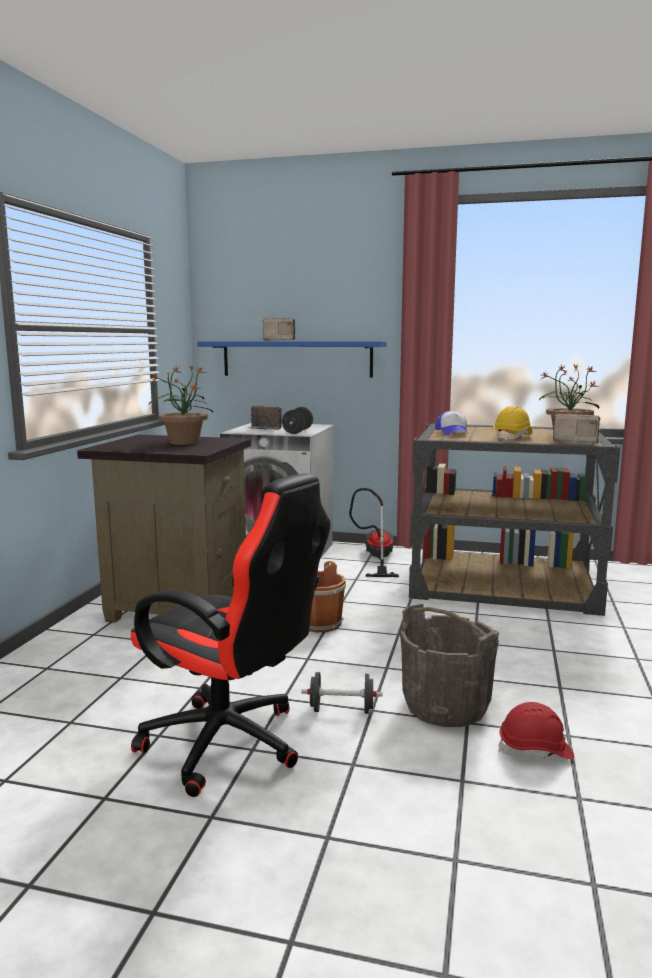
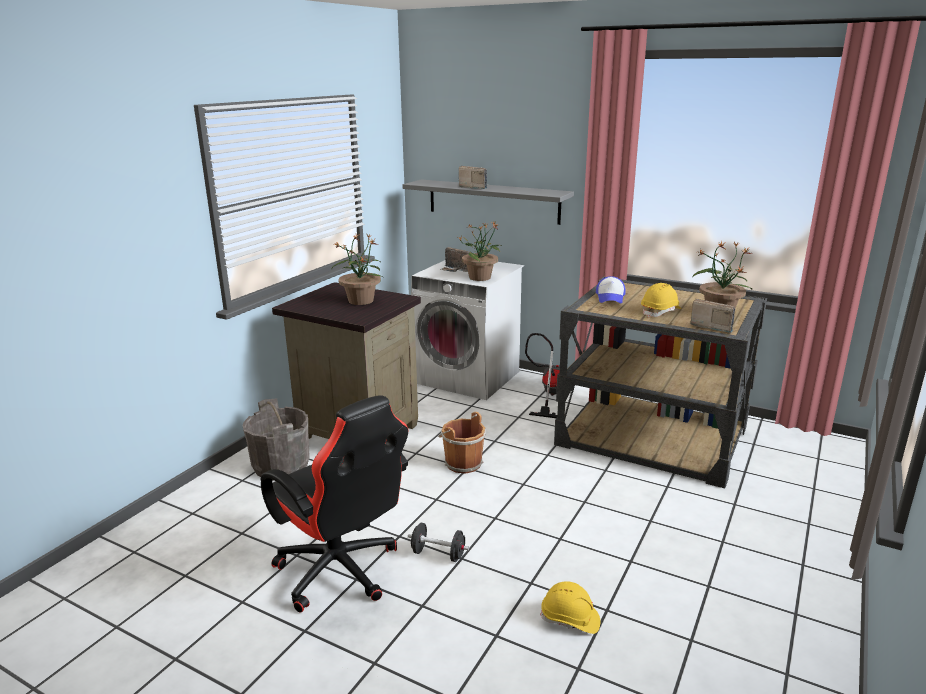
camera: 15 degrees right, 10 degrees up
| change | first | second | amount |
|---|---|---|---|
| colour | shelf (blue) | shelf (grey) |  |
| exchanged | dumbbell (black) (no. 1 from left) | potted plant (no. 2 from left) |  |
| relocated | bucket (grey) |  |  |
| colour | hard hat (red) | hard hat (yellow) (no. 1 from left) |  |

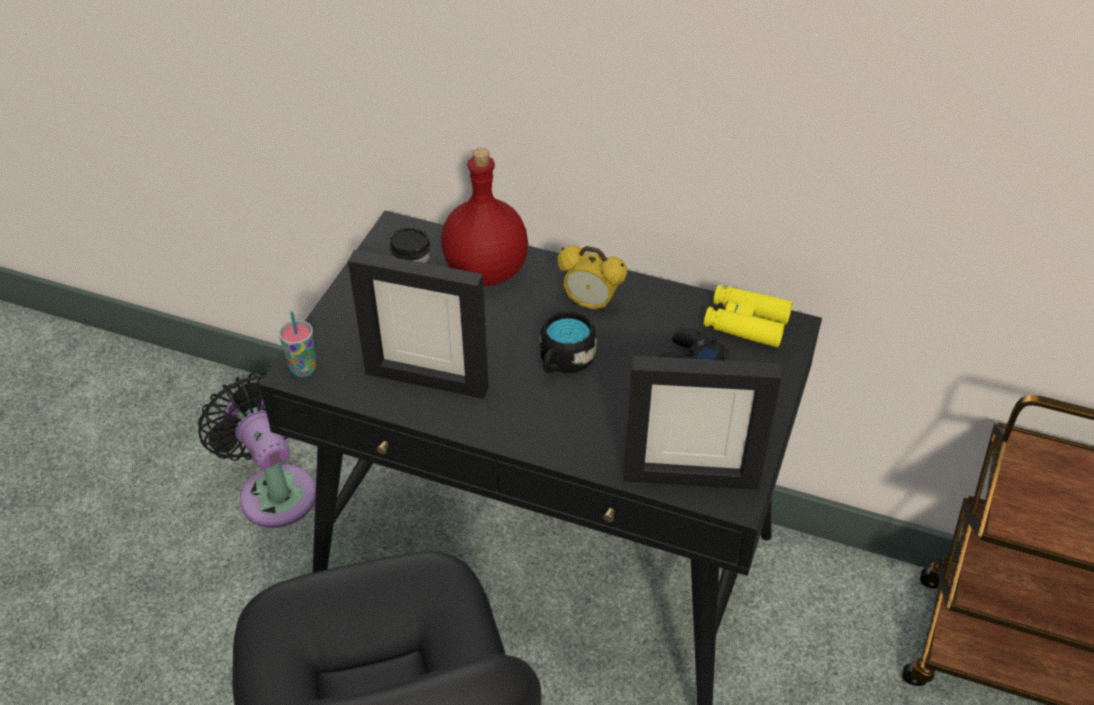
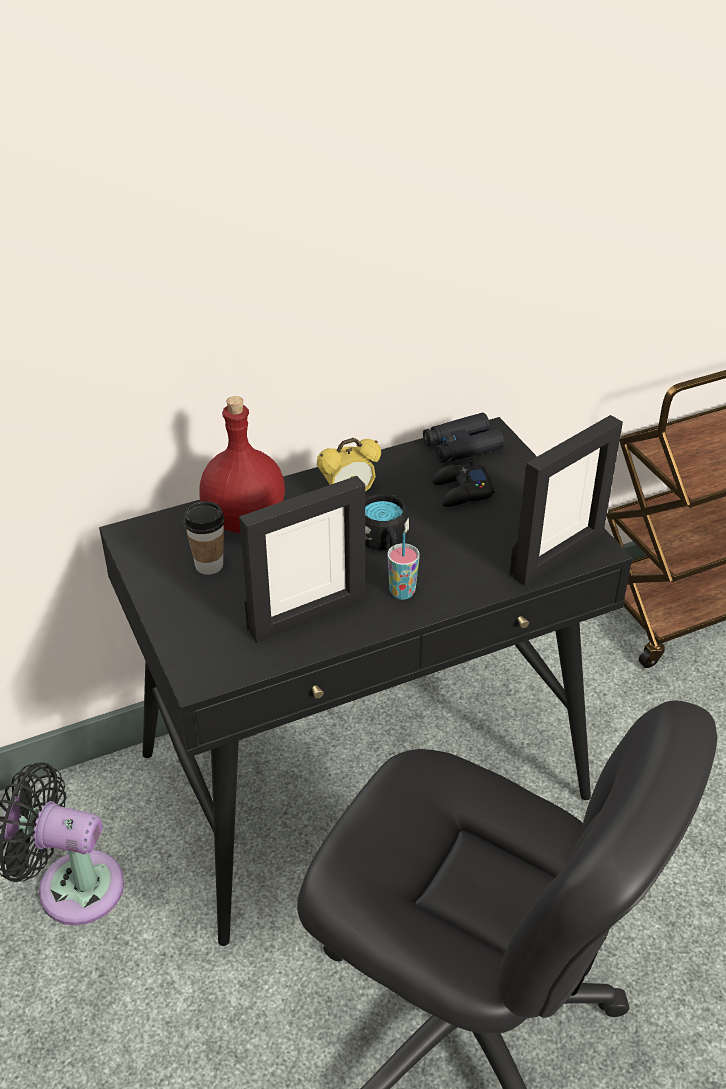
camera: 45 degrees left, 5 degrees down
| change | first | second | amount |
|---|---|---|---|
| relocated | cup (no. 1 from left in the first image) | cup (no. 2 from left) |  |
| colour | binoculars (yellow) | binoculars (black) |  |

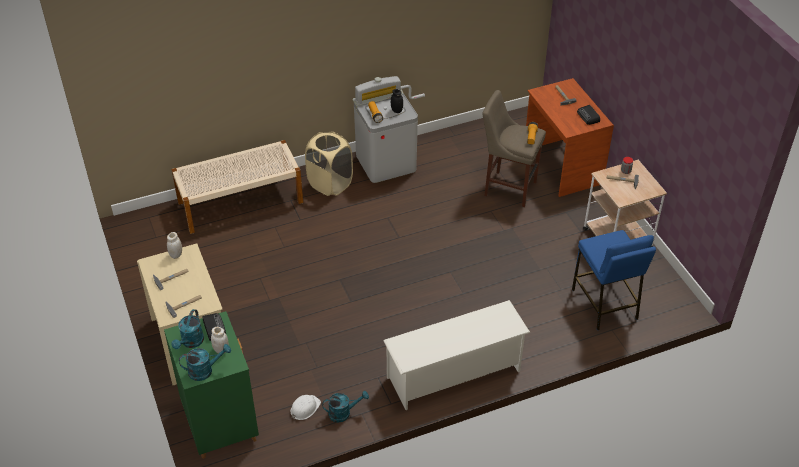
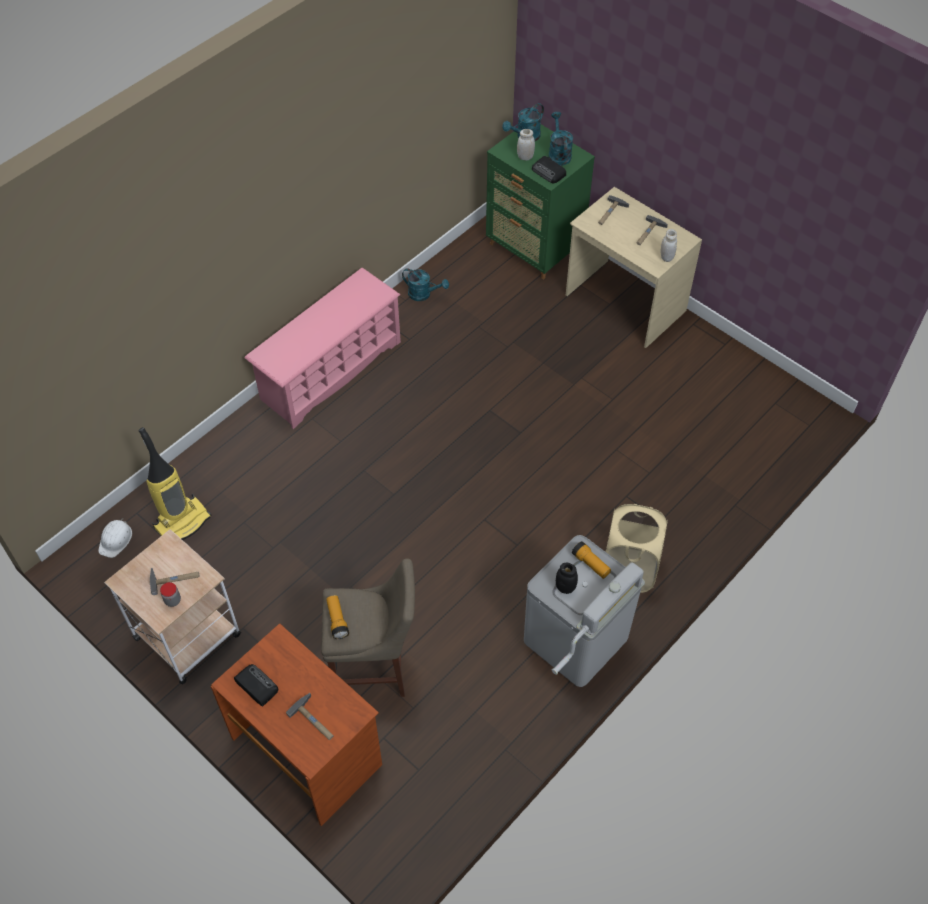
camera: 155 degrees right, 10 degrees up
| change | first | second | amount |
|---|---|---|---|
| missing | bench (beige) |  |  |
| relocated | hard hat (white) |  |  |
| spun | watering can (turquoise) (no. 3 from left in the first image) | watering can (turquoise) (no. 1 from left) | 120 degrees counterclockwise |
| colour | shoe rack (white) | shoe rack (pink) |  |
| exchanged | stool (blue) | vacuum cleaner |  |

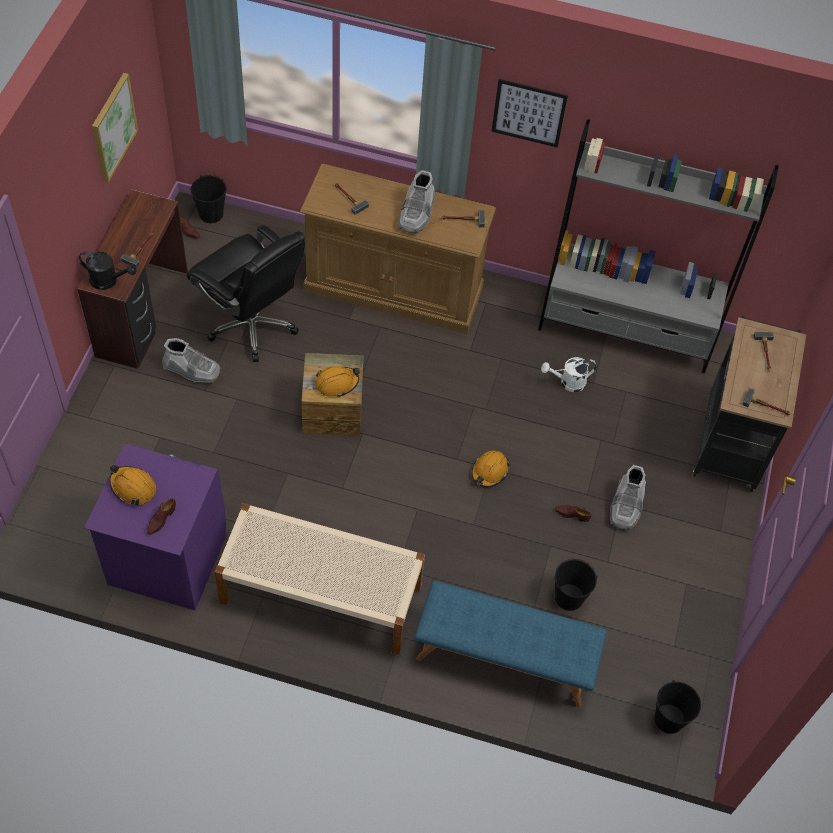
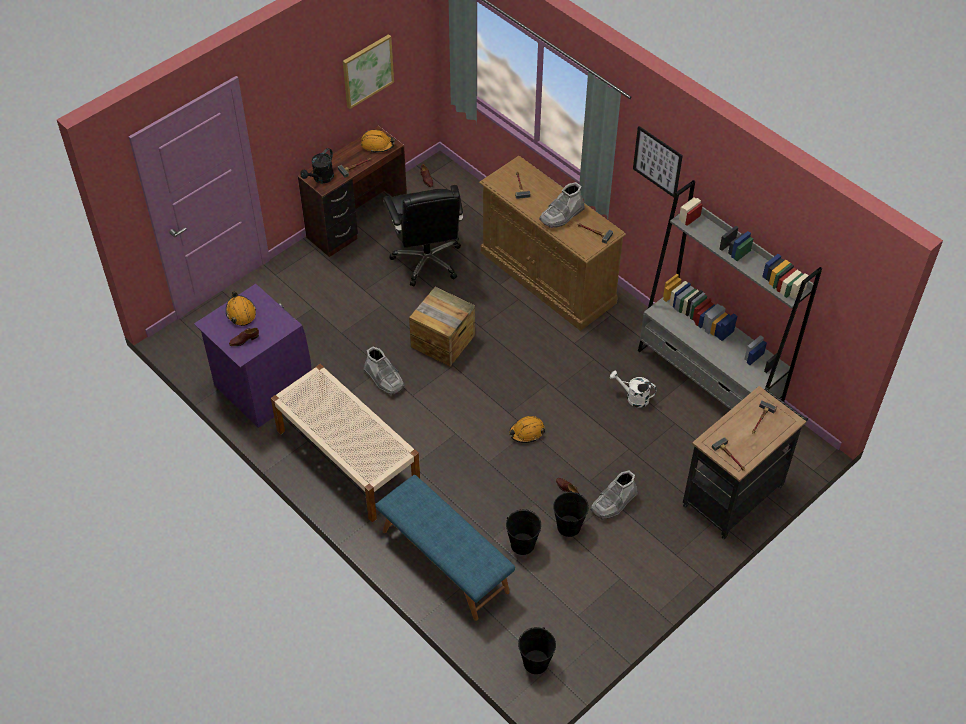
camera: 35 degrees right, 5 degrees down
| change | first | second | amount |
|---|---|---|---|
| spun | watering can (black) |  | 75 degrees clockwise |
| relocated | boot (grey) (no. 1 from left) |  |  |
| relocated | bucket (black) (no. 1 from left in the first image) | bucket (black) (no. 3 from left) |  |
| relocated | hard hat (orange) (no. 2 from left) |  |  |

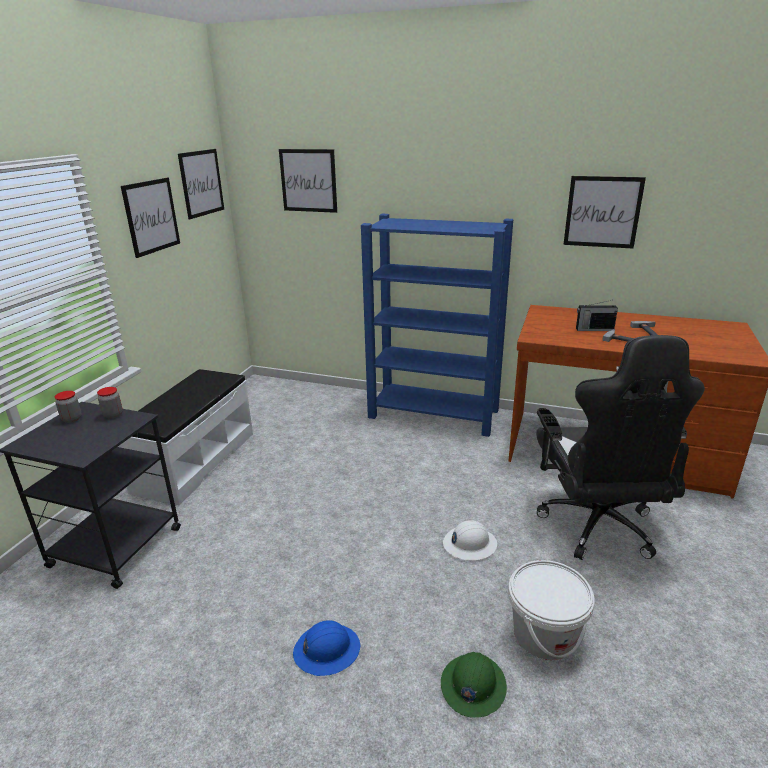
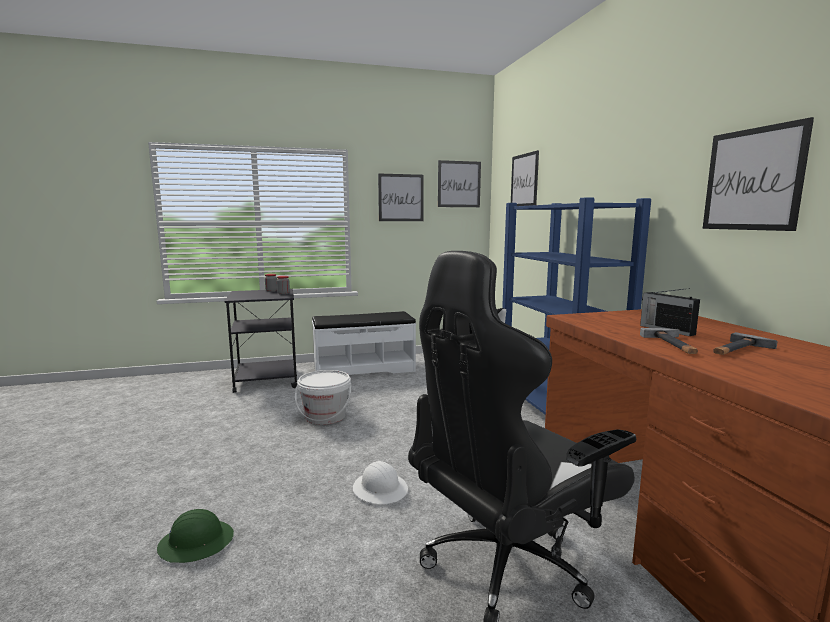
camera: 55 degrees right, 15 degrees down
| change | first | second | amount |
|---|---|---|---|
| missing | hard hat (blue) |  |  |
| relocated | bucket (white) |  |  |

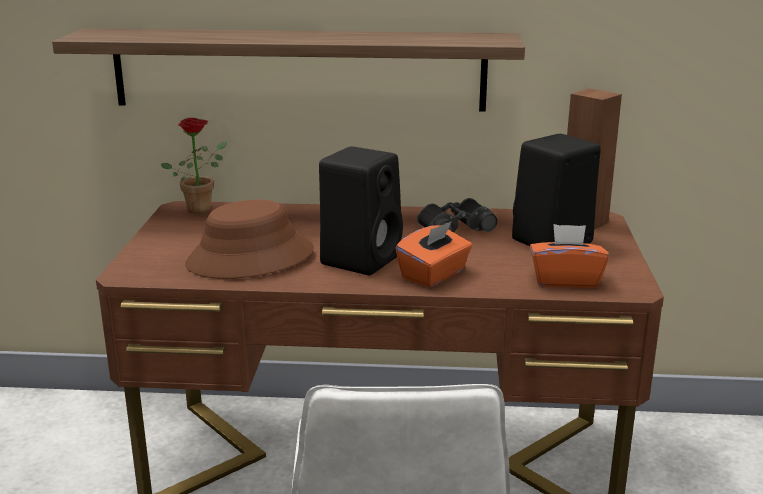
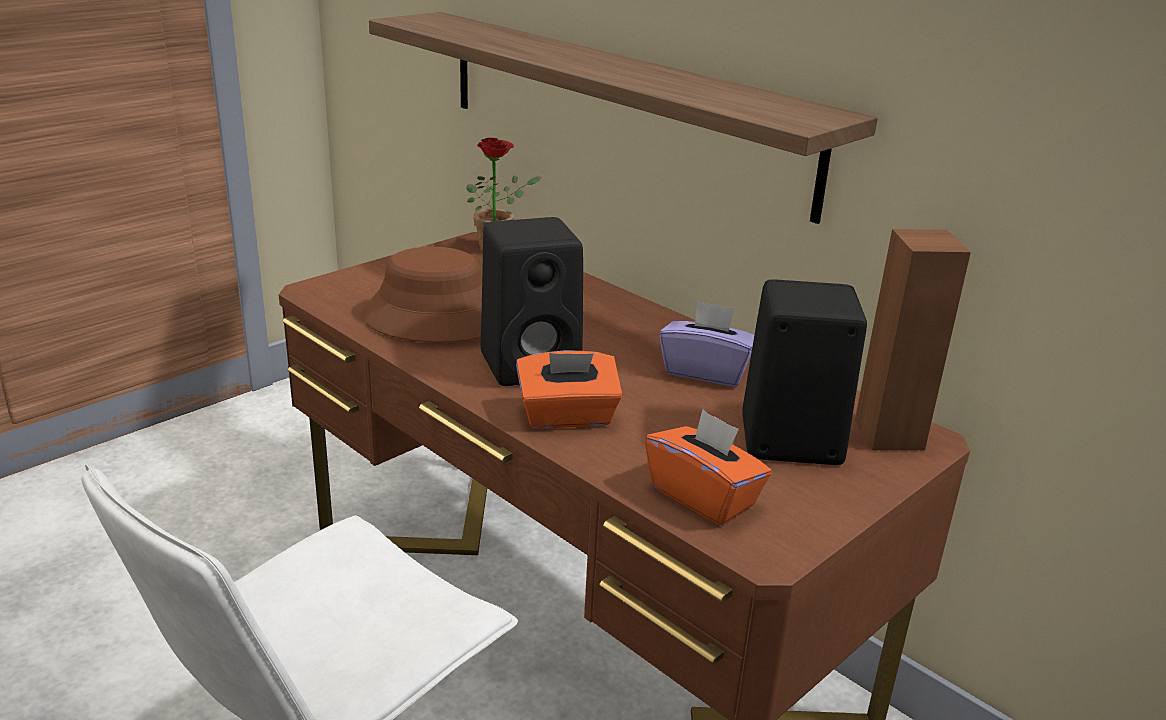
camera: 40 degrees right, 5 degrees up
| change | first | second | amount |
|---|---|---|---|
| exchanged | binoculars (black) | tissue box (purple) |  |

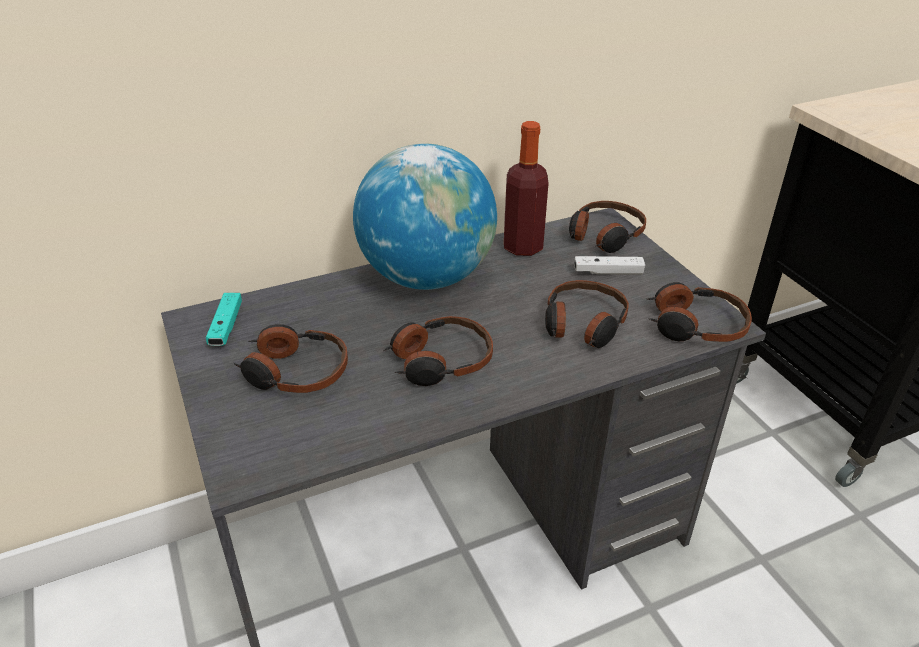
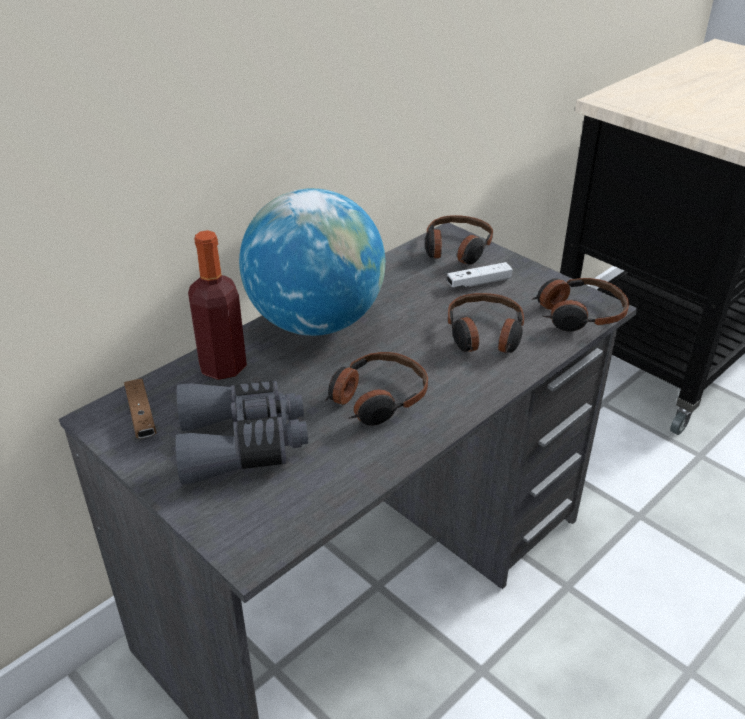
camera: 20 degrees left, 0 degrees up
| change | first | second | amount |
|---|---|---|---|
| colour | game controller (turquoise) | game controller (brown) |  |
| exchanged | headphones (no. 1 from left) | binoculars (grey) |  |
| relocated | bottle |  |  |

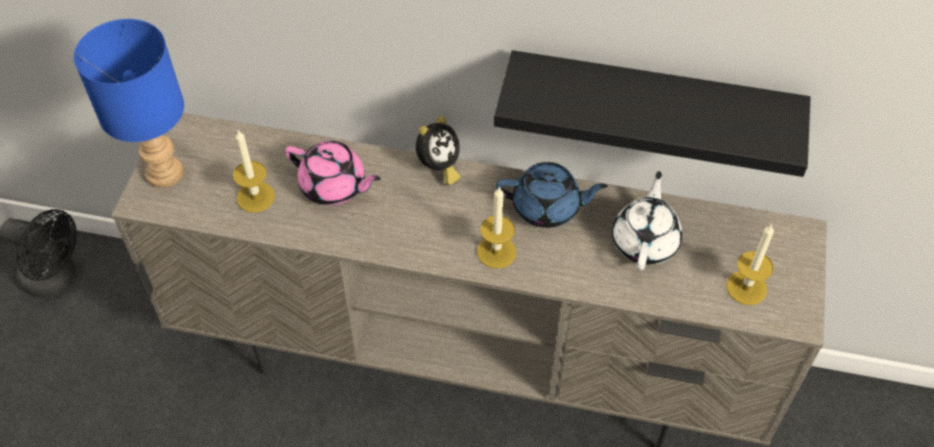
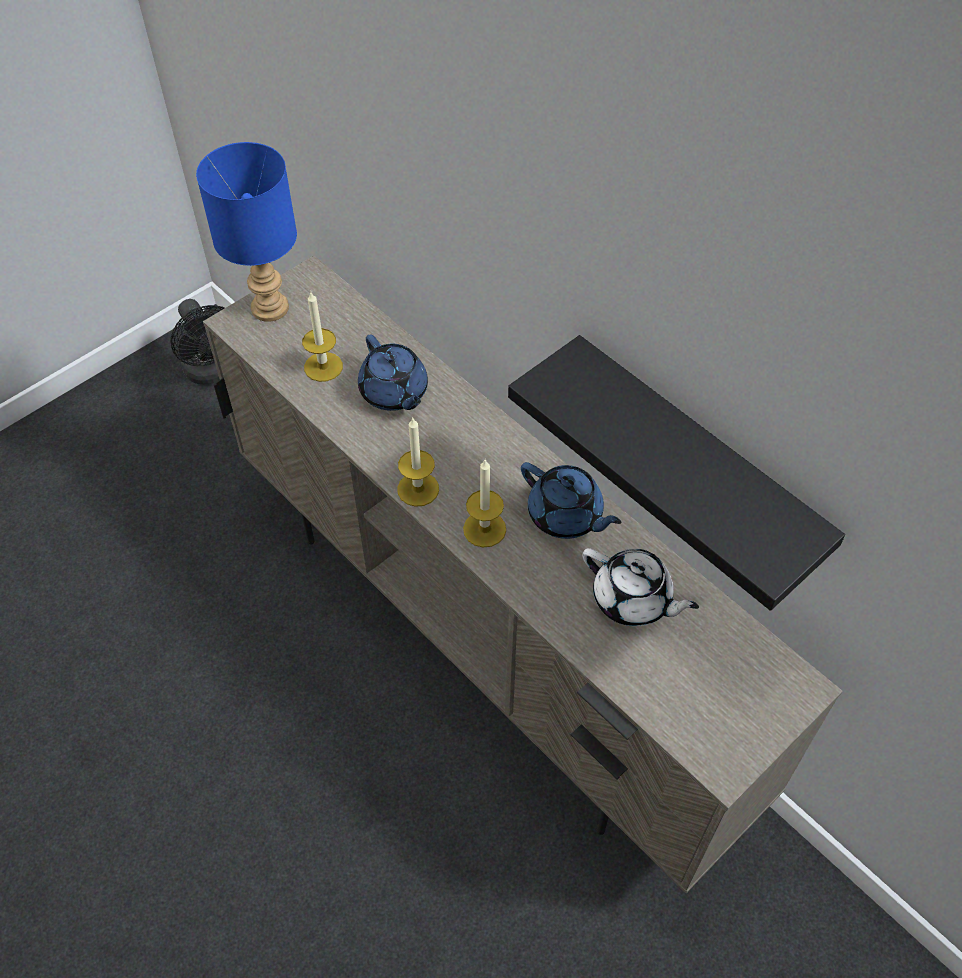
camera: 35 degrees right, 0 degrees up
| change | first | second | amount |
|---|---|---|---|
| colour | teapot (pink) | teapot (blue) (no. 1 from left) |  |
| missing | alarm clock |  |  |
| spun | teapot (white) |  | 75 degrees clockwise |
| relocated | candle (no. 3 from left in the first image) | candle (no. 2 from left) |  |

